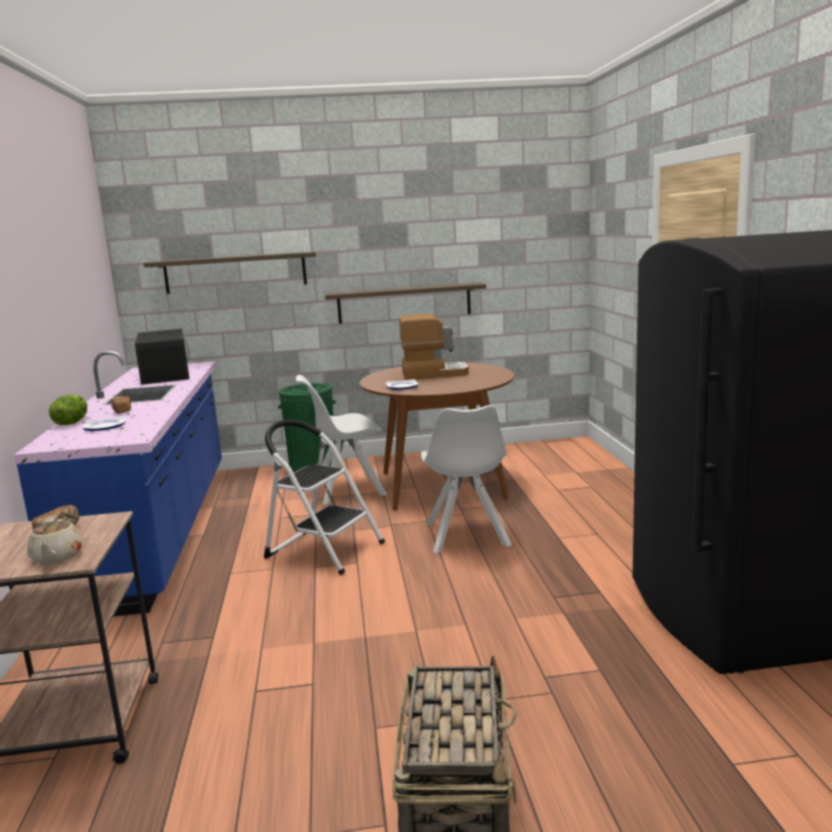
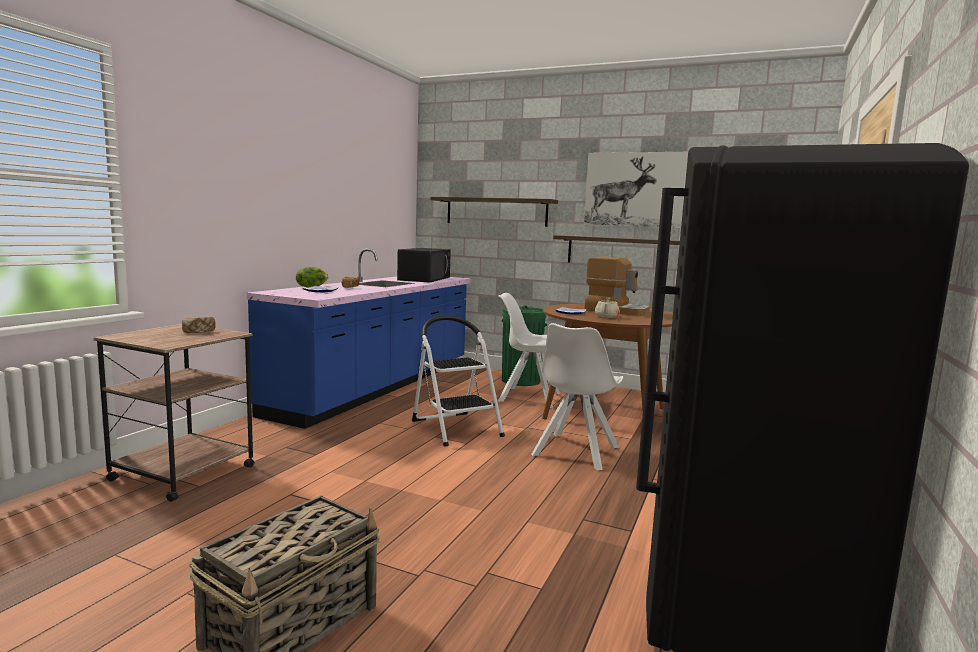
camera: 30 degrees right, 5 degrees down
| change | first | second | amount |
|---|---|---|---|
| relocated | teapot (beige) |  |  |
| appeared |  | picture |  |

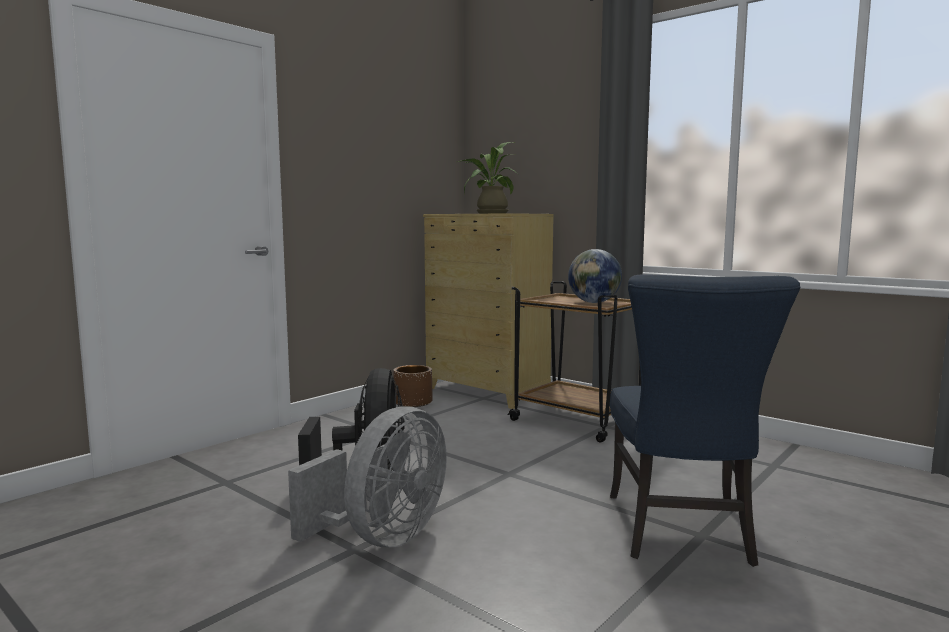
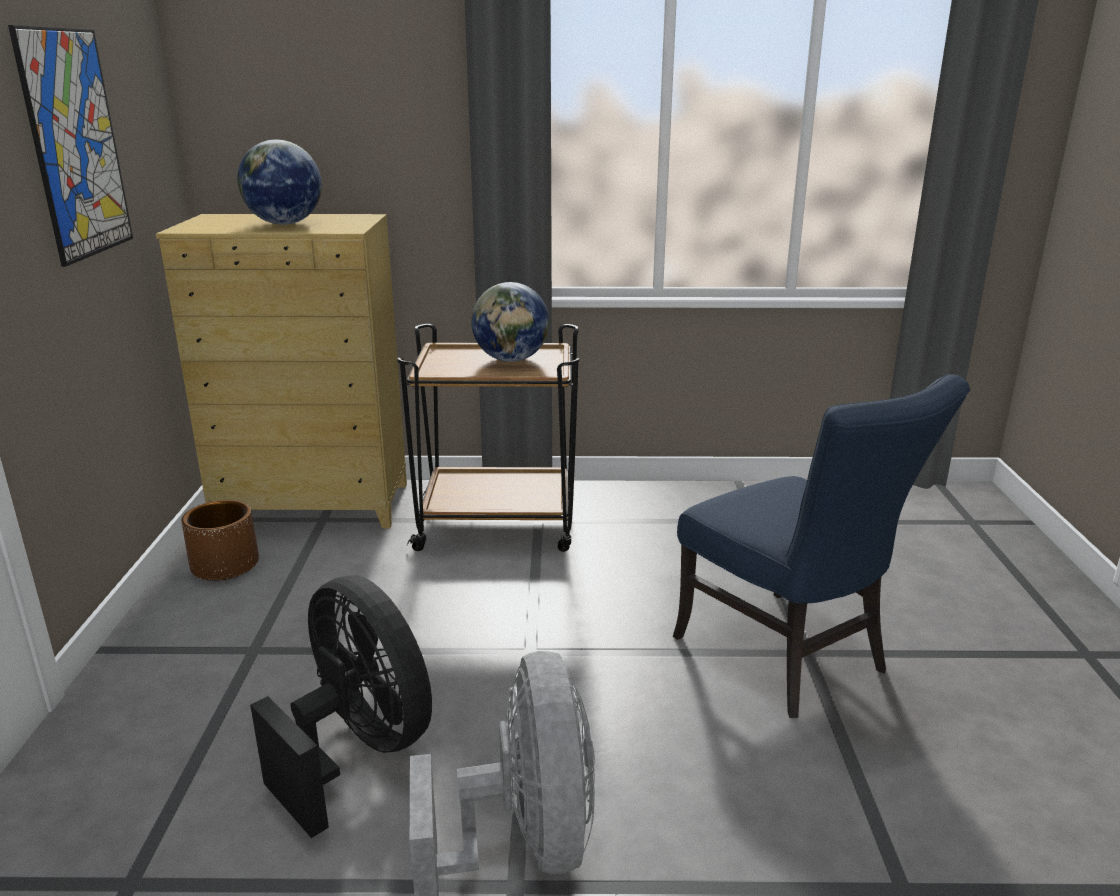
camera: 40 degrees left, 15 degrees up
| change | first | second | amount |
|---|---|---|---|
| exchanged | potted plant | globe (no. 1 from left) |  |
| appeared |  | picture |  |

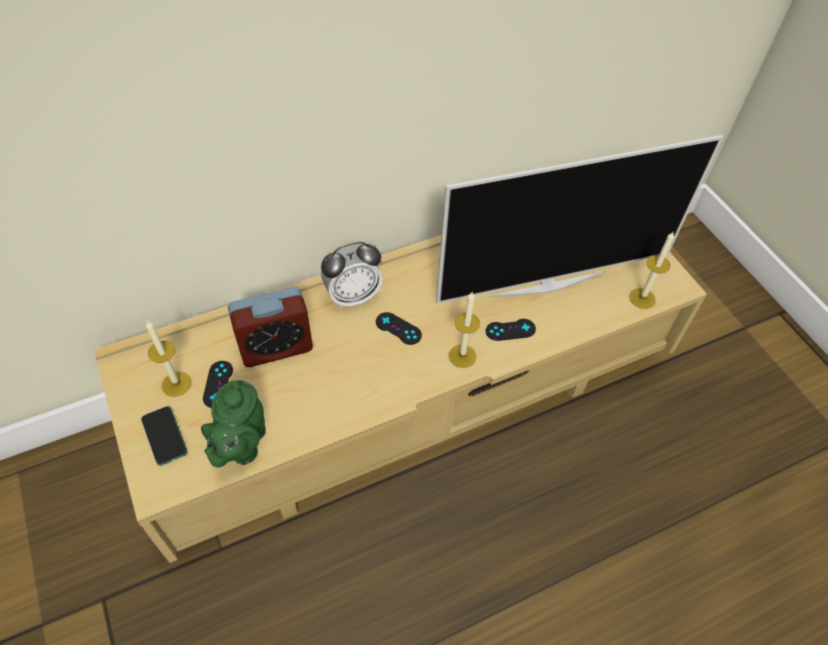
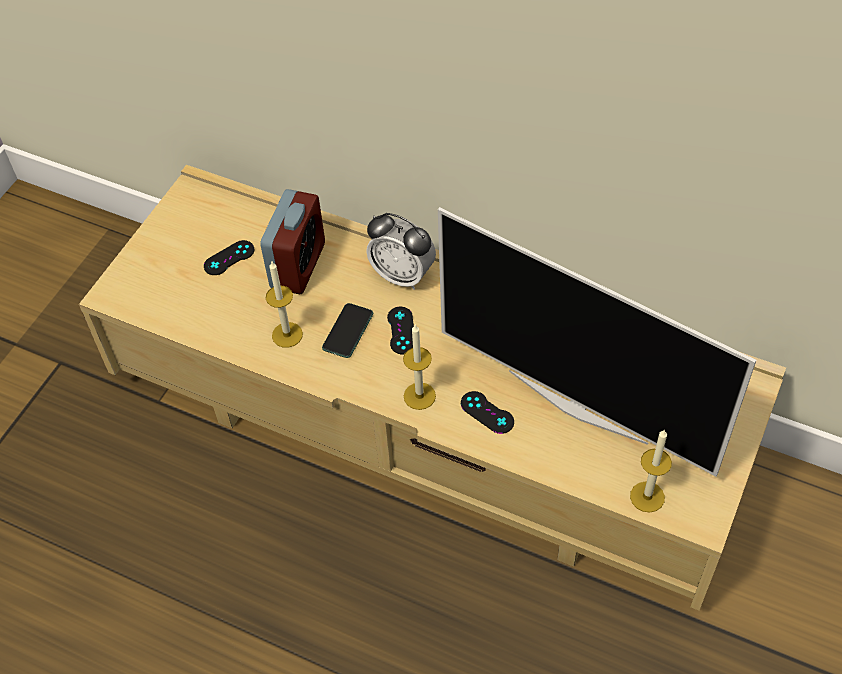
camera: 55 degrees right, 0 degrees up
| change | first | second | amount |
|---|---|---|---|
| relocated | phone |  |  |
| relocated | candle (no. 1 from left) |  |  |
| missing | teapot (green) |  |  |
| spun | alarm clock (no. 1 from left) |  | 105 degrees counterclockwise |

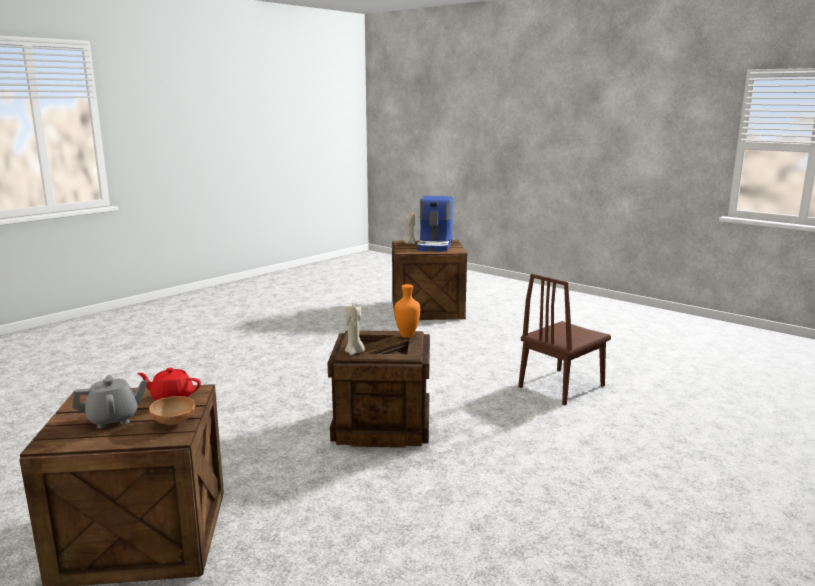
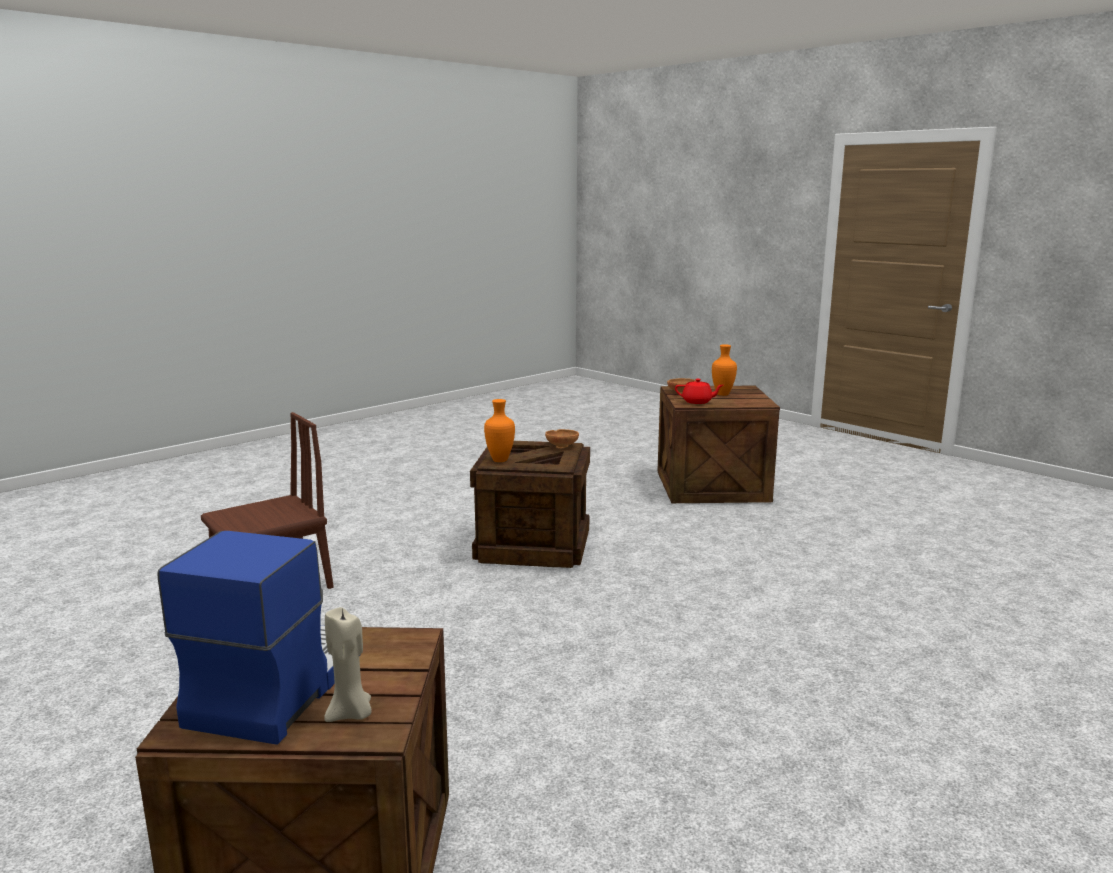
camera: 175 degrees left, 0 degrees up
| change | first | second | amount |
|---|---|---|---|
| exchanged | teapot (grey) | vase (orange) (no. 2 from left) |  |
| exchanged | candle (beige) (no. 1 from left) | bowl (brown) (no. 1 from left) |  |

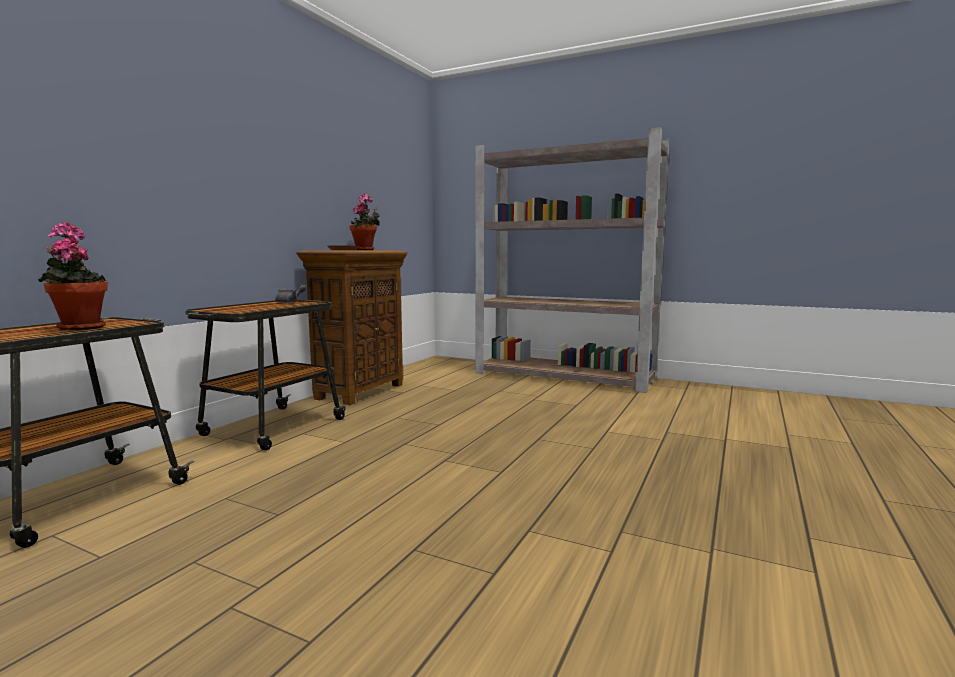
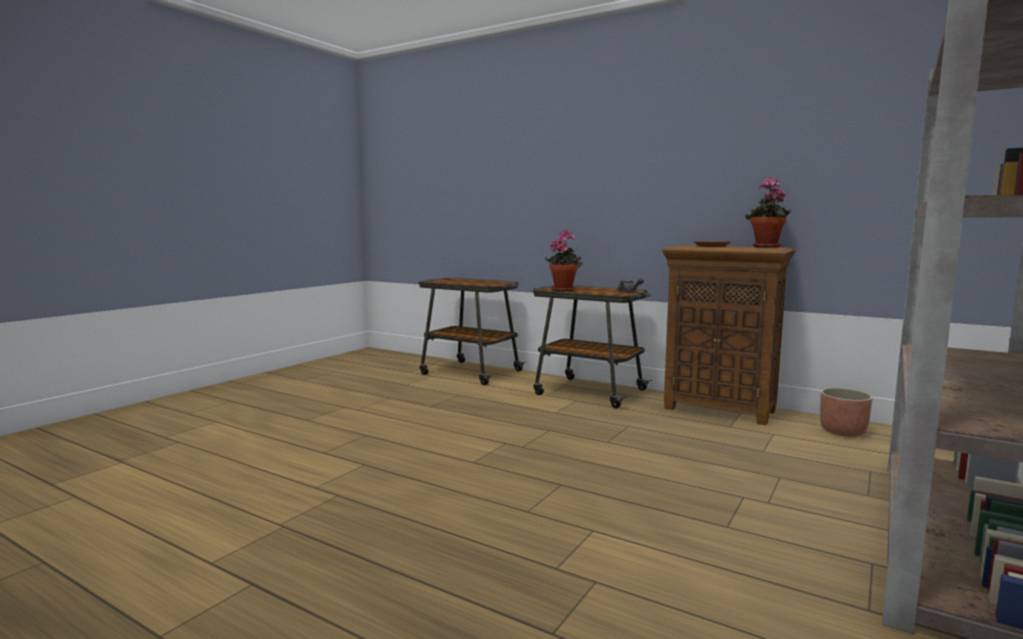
camera: 95 degrees right, 0 degrees up
| change | first | second | amount |
|---|---|---|---|
| relocated | potted plant (no. 1 from left) |  |  |
| appeared |  | planter |  |

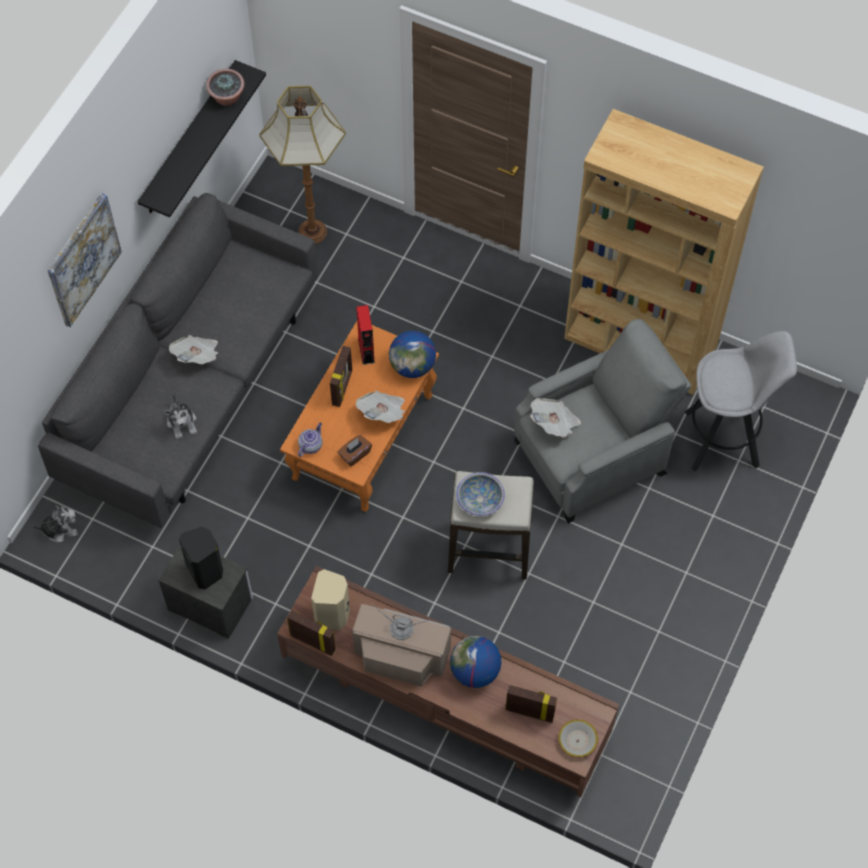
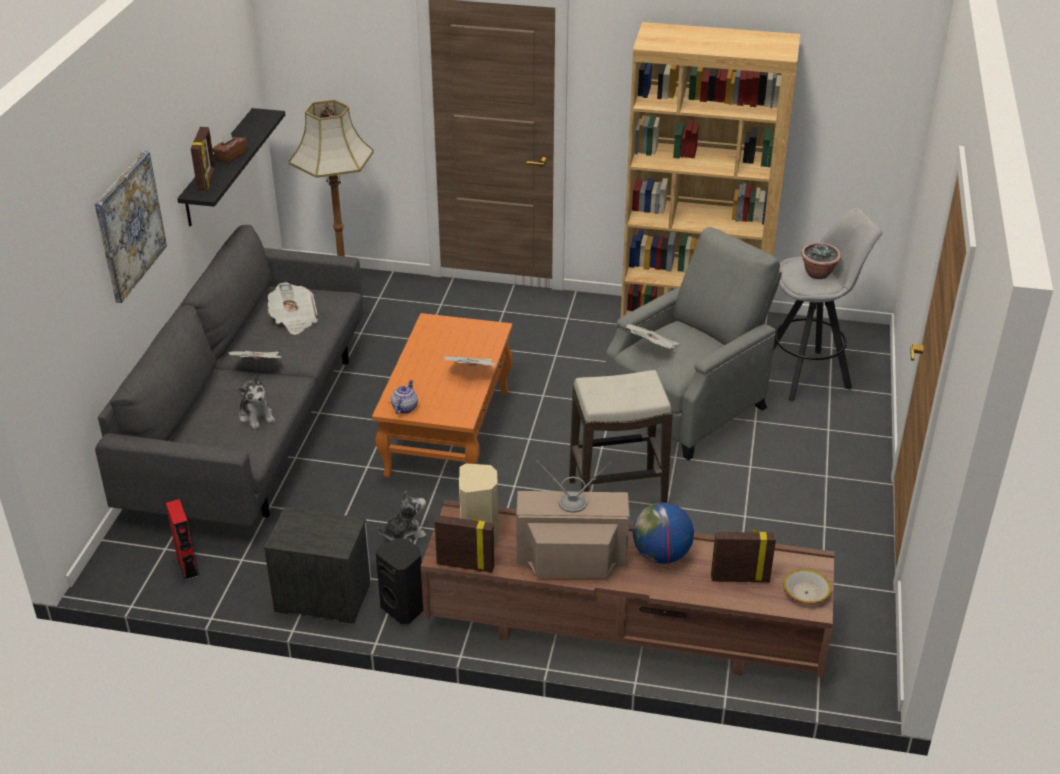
camera: 15 degrees left, 25 degrees down
| change | first | second | amount |
|---|---|---|---|
| relocated | plush toy (no. 1 from left in the first image) | plush toy (no. 2 from left) |  |
| relocated | speaker (black) |  |  |
| relocated | potted plant |  |  |
| relocated | picture frame (no. 2 from left in the first image) | picture frame (no. 1 from left) |  |
| relocated | tissue box (brown) |  |  |
| relocated | speaker (red) |  |  |
| missing | globe (no. 1 from left) |  |  |
| missing | bowl (no. 1 from left) |  |  |
| appeared |  | newspaper (no. 2 from left) |  |

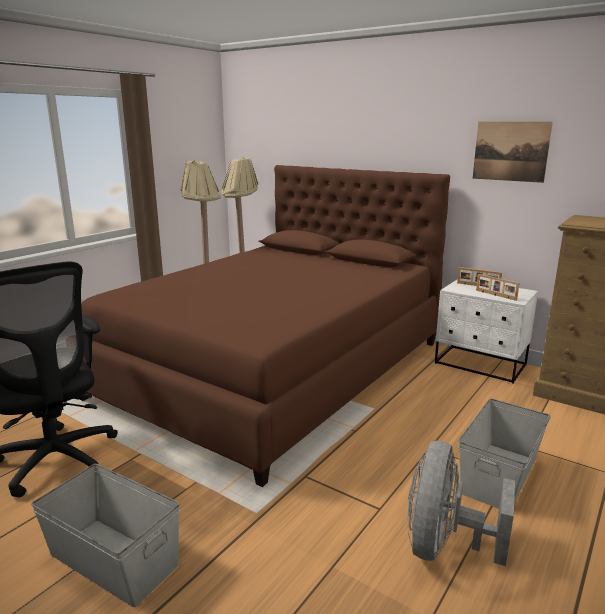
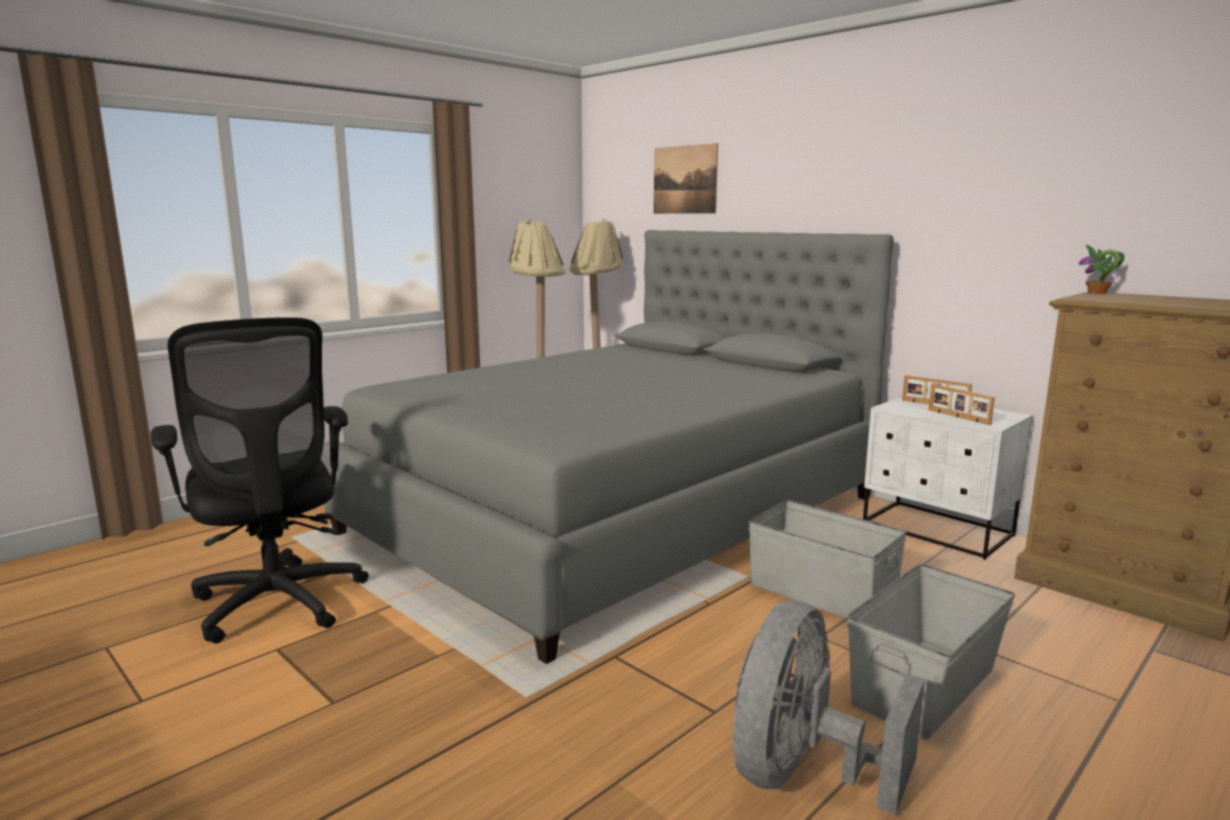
camera: 10 degrees right, 5 degrees down
| change | first | second | amount |
|---|---|---|---|
| relocated | storage box (grey) (no. 1 from left) |  |  |
| colour | bed (brown) | bed (grey) |  |
| relocated | picture |  |  |
| appeared |  | potted plant |  |

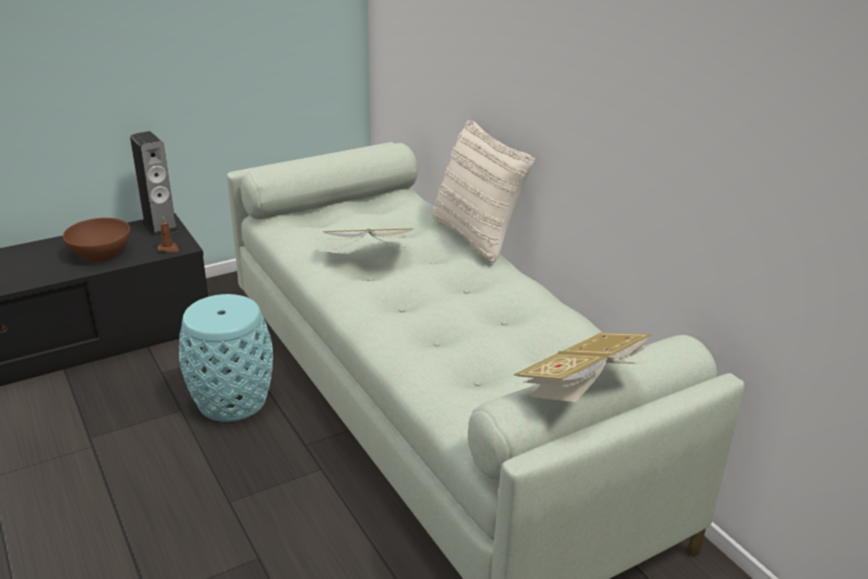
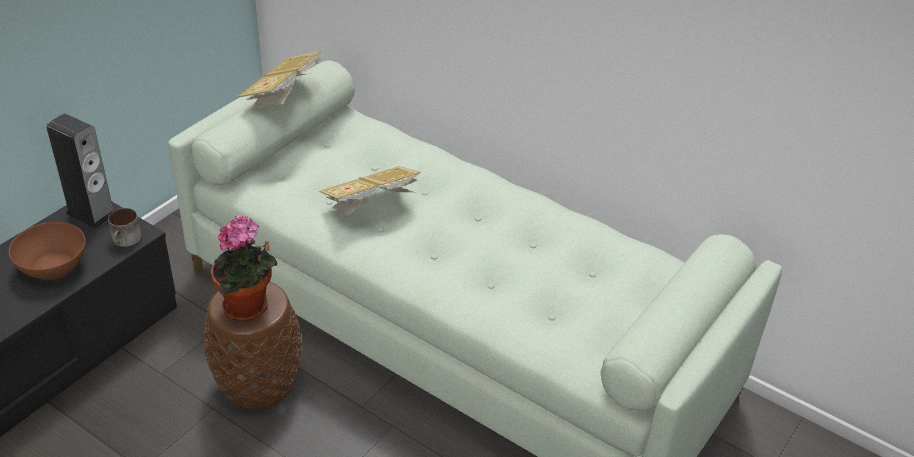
camera: 25 degrees left, 10 degrees up
| change | first | second | amount |
|---|---|---|---|
| exchanged | candle (brown) | mug |  |
| colour | stool (turquoise) | stool (brown) |  |
| missing | pillow (beige) |  |  |
| relocated | book (no. 2 from left in the first image) | book (no. 1 from left) |  |
| appeared |  | potted plant |  |

